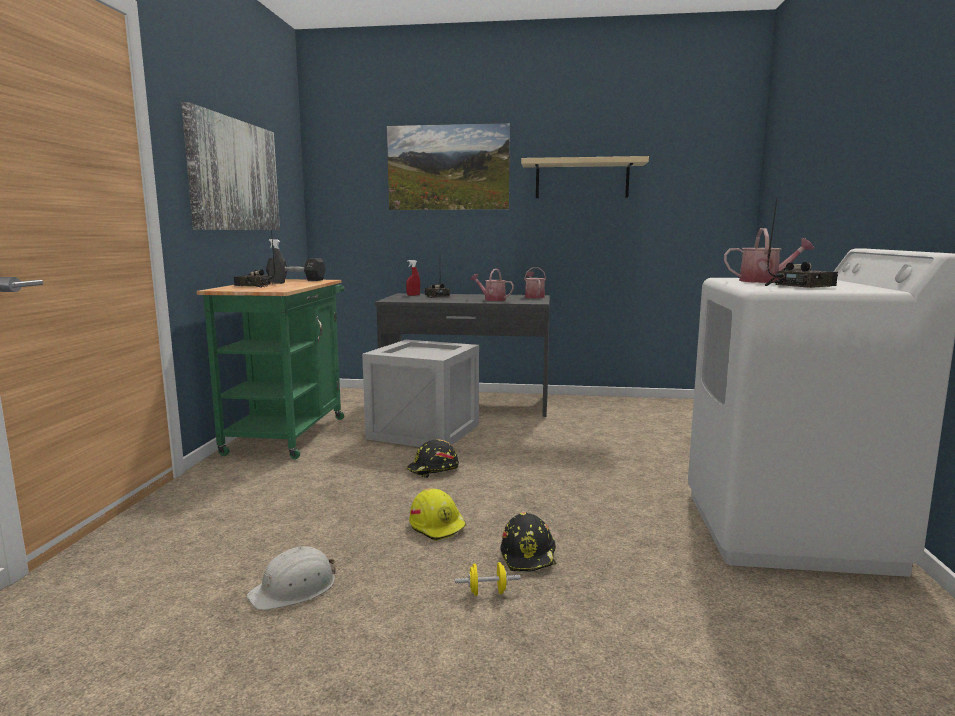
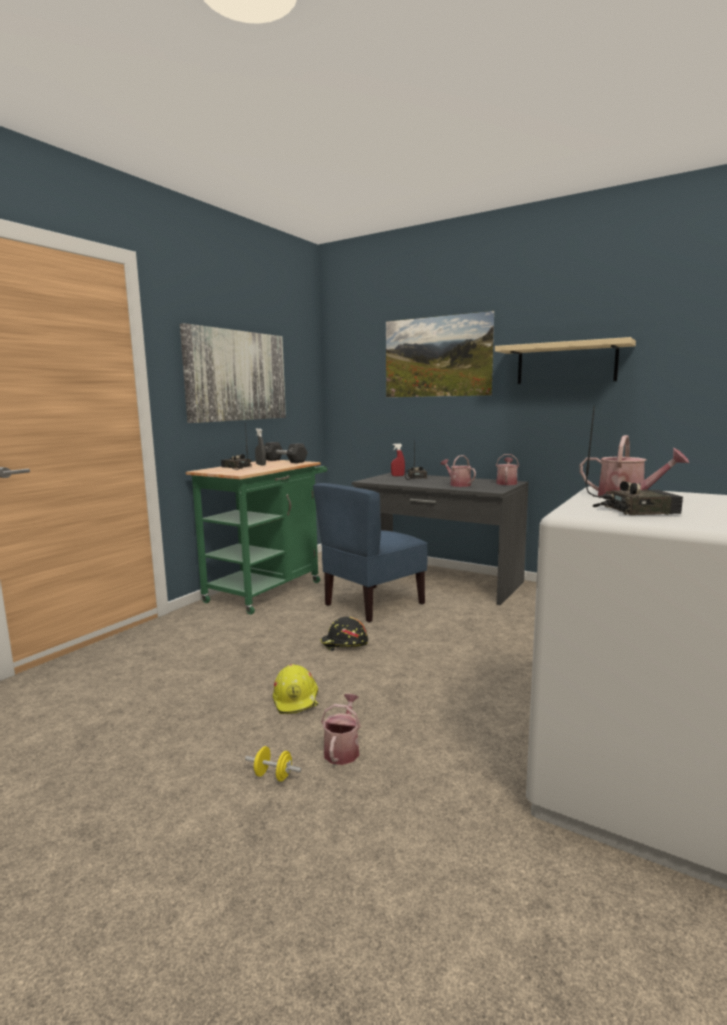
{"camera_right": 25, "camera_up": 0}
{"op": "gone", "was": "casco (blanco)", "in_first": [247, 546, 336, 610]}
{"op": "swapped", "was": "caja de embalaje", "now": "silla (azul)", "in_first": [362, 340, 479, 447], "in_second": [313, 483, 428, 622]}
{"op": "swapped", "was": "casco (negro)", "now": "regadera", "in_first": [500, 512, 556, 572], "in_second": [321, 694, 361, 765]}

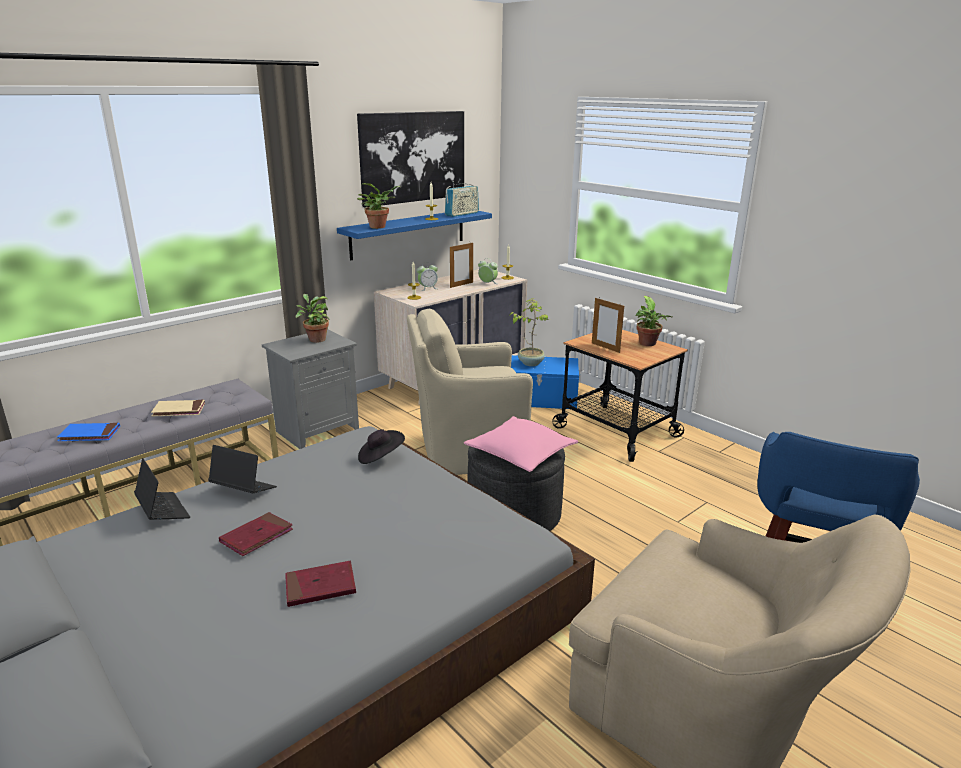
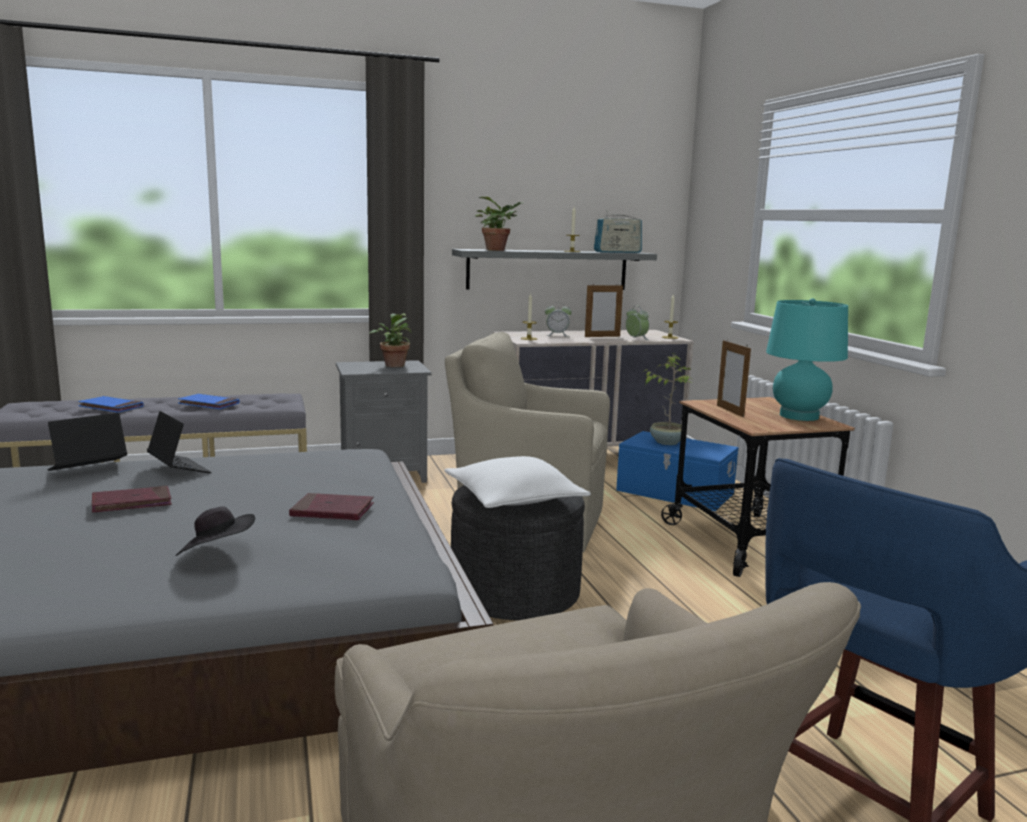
{"camera_right": 25, "camera_up": -10}
{"op": "rotated", "was": "portátil", "in_first": [134, 458, 190, 520], "in_second": [47, 413, 127, 471], "clockwise": -120}
{"op": "repainted", "was": "libro (beis)", "now": "libro (azul)", "in_first": [151, 399, 205, 416], "in_second": [178, 394, 239, 409]}
{"op": "shifted", "was": "libro (rojo)", "in_first": [285, 561, 356, 607], "in_second": [289, 493, 374, 520]}
{"op": "repainted", "was": "estante (azul)", "now": "estante (gris)", "in_first": [337, 211, 492, 260], "in_second": [452, 249, 657, 290]}
{"op": "gone", "was": "cuadro", "in_first": [357, 111, 464, 207]}
{"op": "shifted", "was": "sombrero (negro)", "in_first": [358, 429, 405, 464], "in_second": [175, 506, 255, 556]}
{"op": "repainted", "was": "cojín (rosa)", "now": "cojín (blanco)", "in_first": [464, 416, 578, 472], "in_second": [444, 456, 591, 508]}
{"op": "swapped", "was": "planta en maceta", "now": "lámpara de mesa (turquesa)", "in_first": [636, 296, 673, 346], "in_second": [766, 298, 848, 421]}

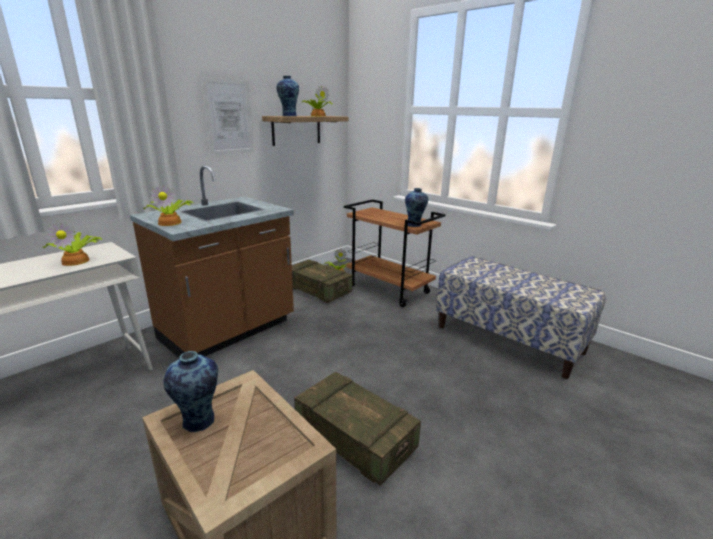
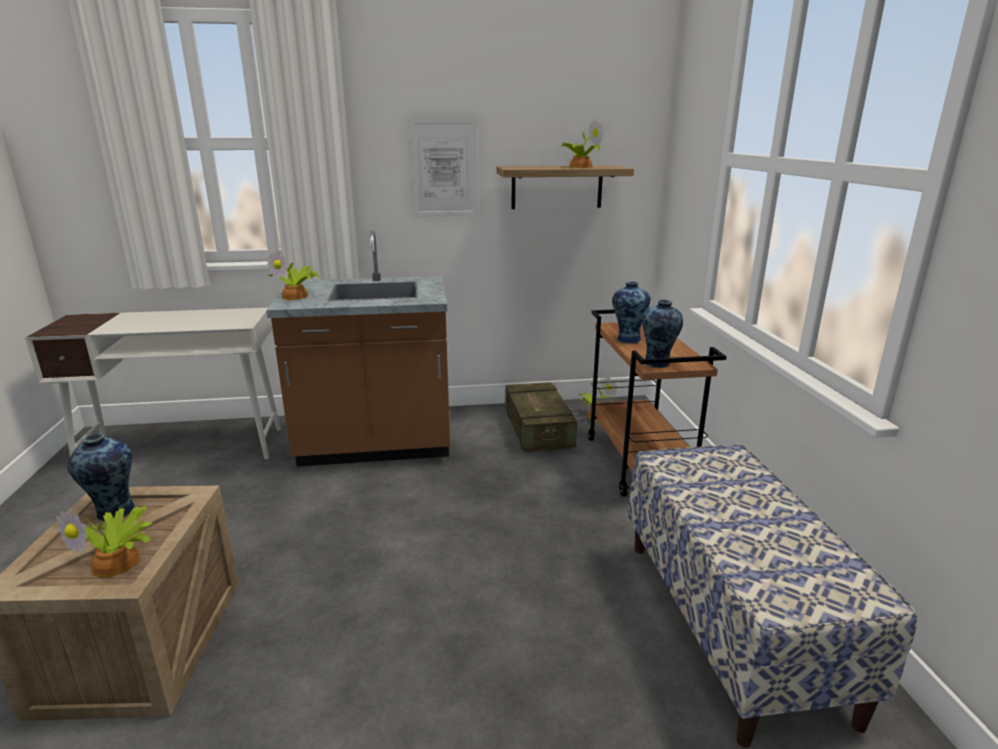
{"camera_right": 40, "camera_up": 0}
{"op": "shifted", "was": "planta en maceta", "in_first": [43, 221, 103, 266], "in_second": [56, 506, 152, 578]}
{"op": "shifted", "was": "florero", "in_first": [277, 76, 299, 116], "in_second": [612, 282, 651, 344]}
{"op": "gone", "was": "caja de embalaje", "in_first": [294, 371, 421, 486]}

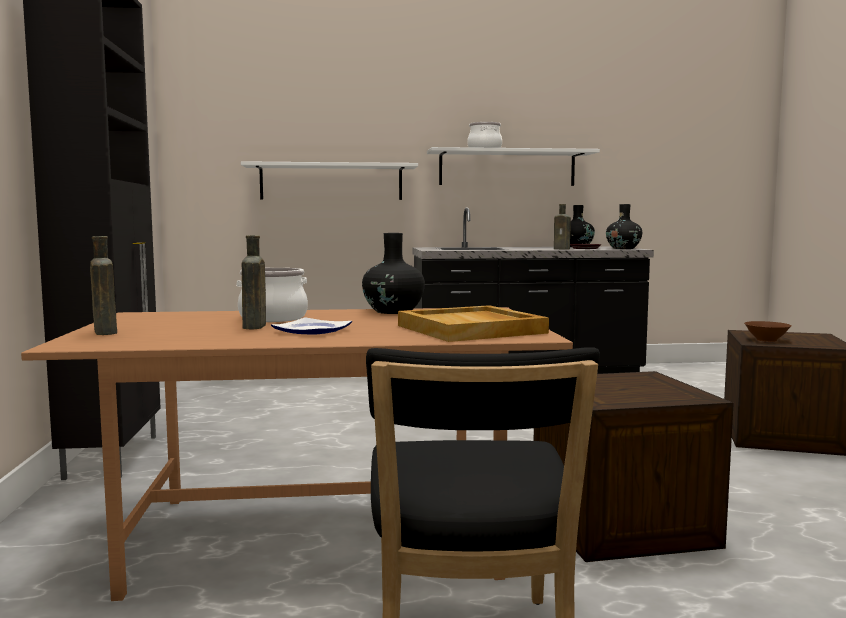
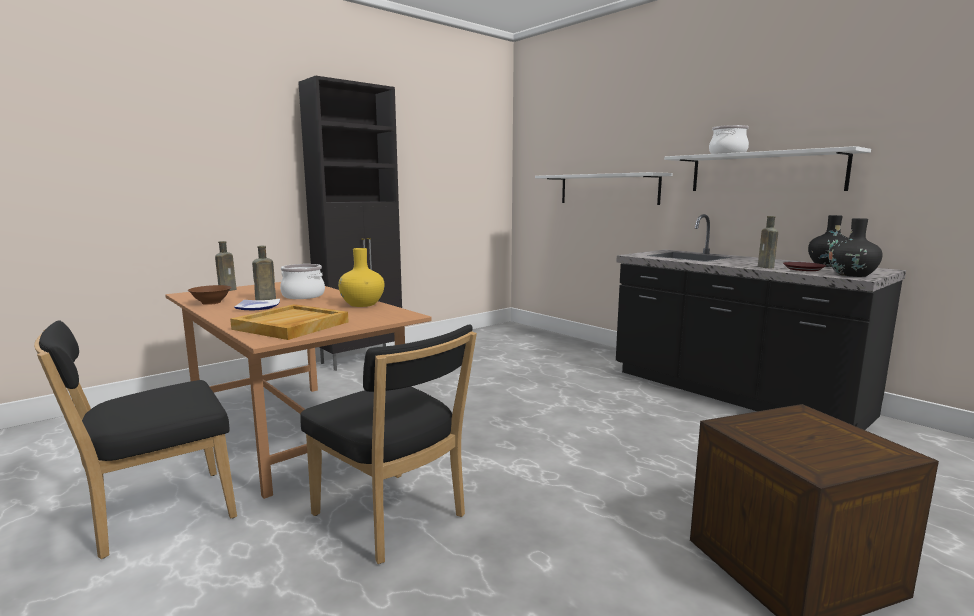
{"camera_right": 55, "camera_up": 5}
{"op": "repainted", "was": "florero (negro)", "now": "florero (amarillo)", "in_first": [362, 233, 425, 314], "in_second": [338, 248, 384, 307]}
{"op": "swapped", "was": "caja de embalaje", "now": "silla (negro)", "in_first": [534, 371, 734, 562], "in_second": [300, 325, 477, 564]}
{"op": "shifted", "was": "cuenco (marrón)", "in_first": [744, 321, 791, 342], "in_second": [188, 285, 231, 305]}

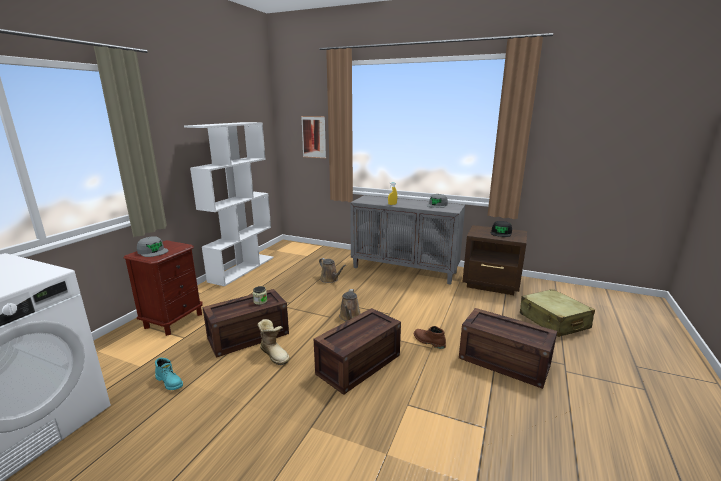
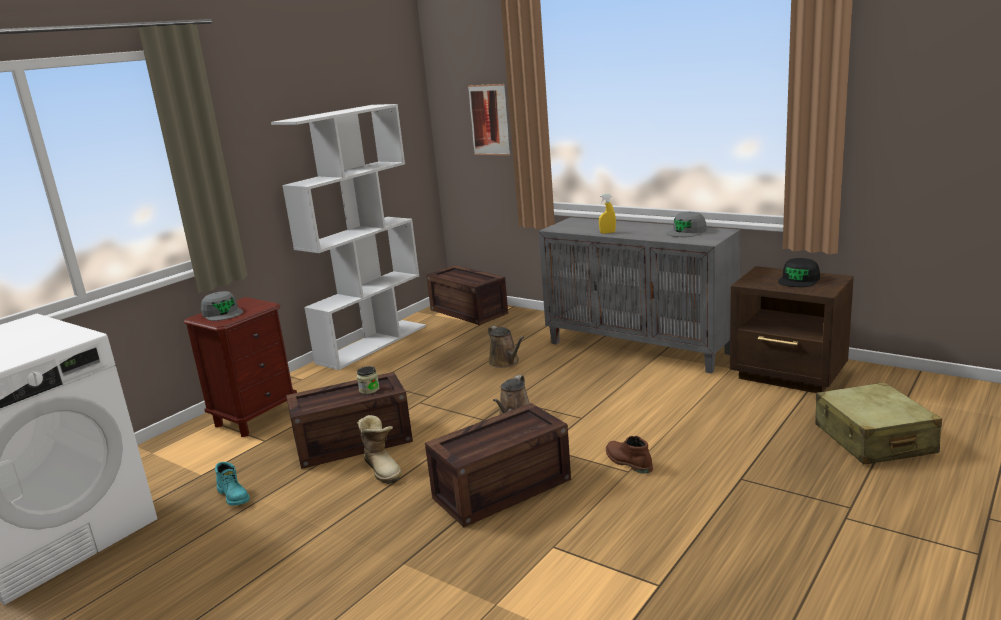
{"camera_right": 15, "camera_up": 0}
{"op": "shifted", "was": "caja de embalaje", "in_first": [459, 308, 557, 389], "in_second": [426, 265, 508, 325]}

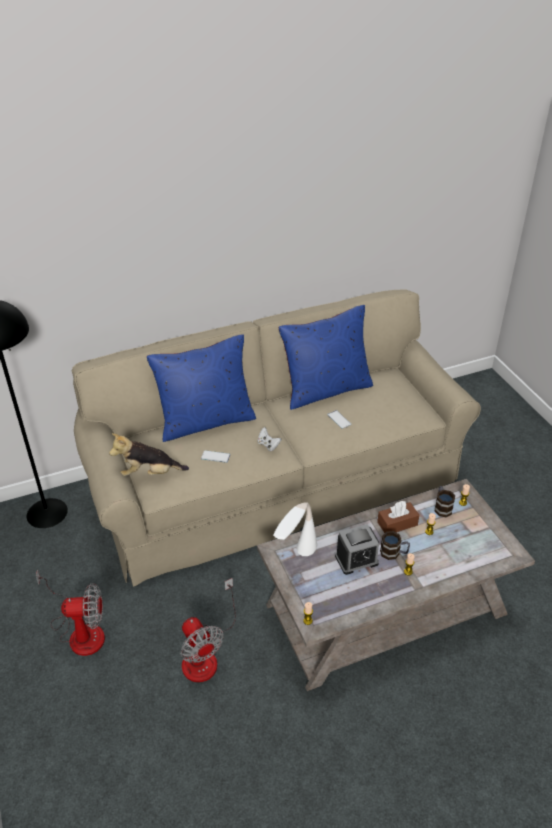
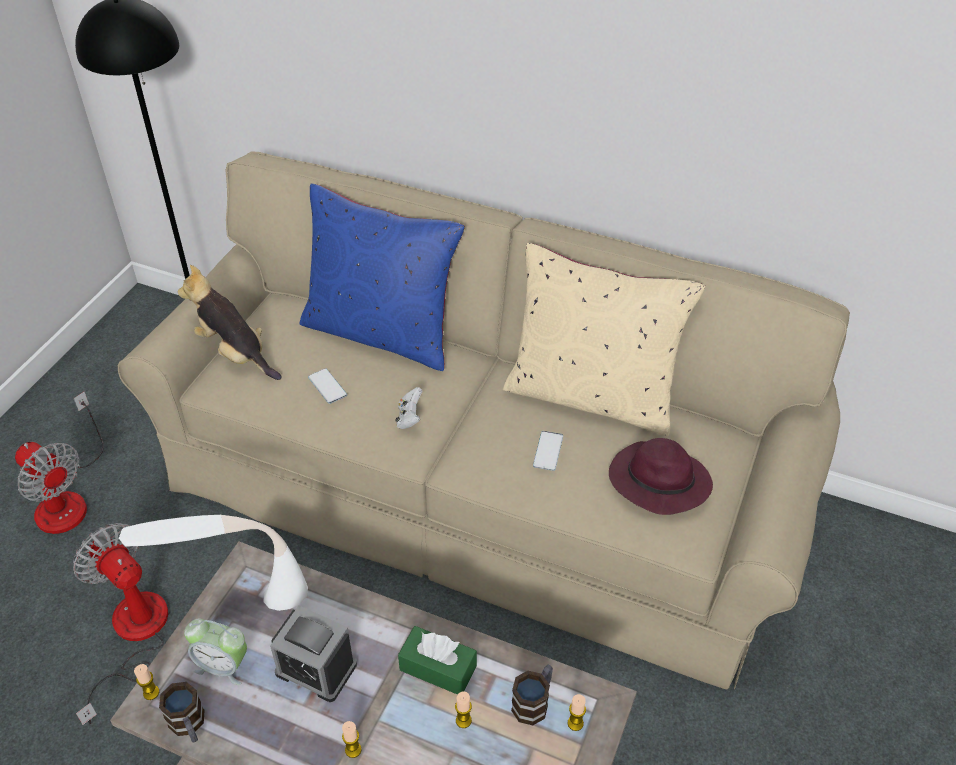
{"camera_right": 45, "camera_up": 5}
{"op": "rotated", "was": "ventilador", "in_first": [180, 578, 236, 682], "in_second": [73, 523, 168, 725], "clockwise": 120}
{"op": "repainted", "was": "cojín (azul)", "now": "cojín (beis)", "in_first": [279, 305, 373, 410], "in_second": [503, 243, 705, 436]}
{"op": "repainted", "was": "caja de pañuelos (marrón)", "now": "caja de pañuelos (verde)", "in_first": [377, 501, 419, 533], "in_second": [398, 626, 477, 695]}
{"op": "shifted", "was": "taza grande", "in_first": [380, 531, 410, 560], "in_second": [159, 682, 204, 743]}
{"op": "new", "now": "despertador", "in_second": [184, 618, 247, 685]}
{"op": "new", "now": "sombrero (morado)", "in_second": [609, 438, 713, 515]}

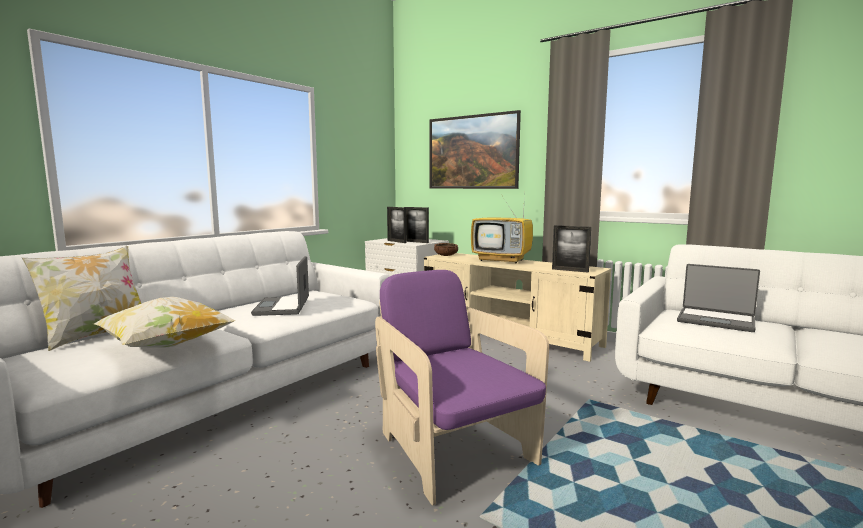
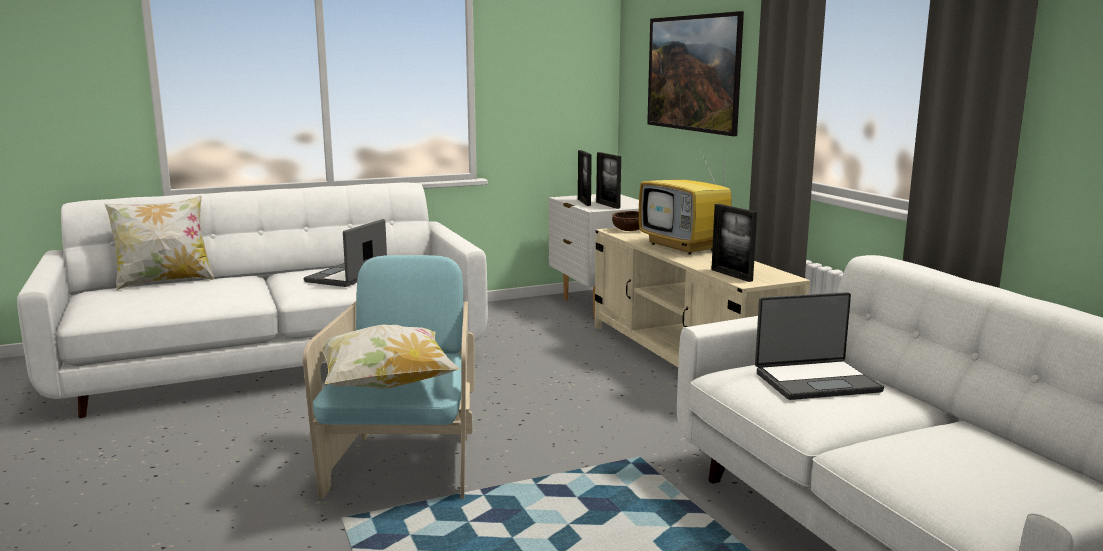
{"camera_right": 30, "camera_up": 5}
{"op": "shifted", "was": "cojín", "in_first": [94, 297, 235, 347], "in_second": [322, 324, 460, 389]}
{"op": "repainted", "was": "sillón (morado)", "now": "sillón (turquesa)", "in_first": [375, 270, 549, 506], "in_second": [303, 255, 474, 499]}
{"op": "rotated", "was": "portátil", "in_first": [677, 264, 760, 332], "in_second": [755, 292, 884, 400], "clockwise": -75}

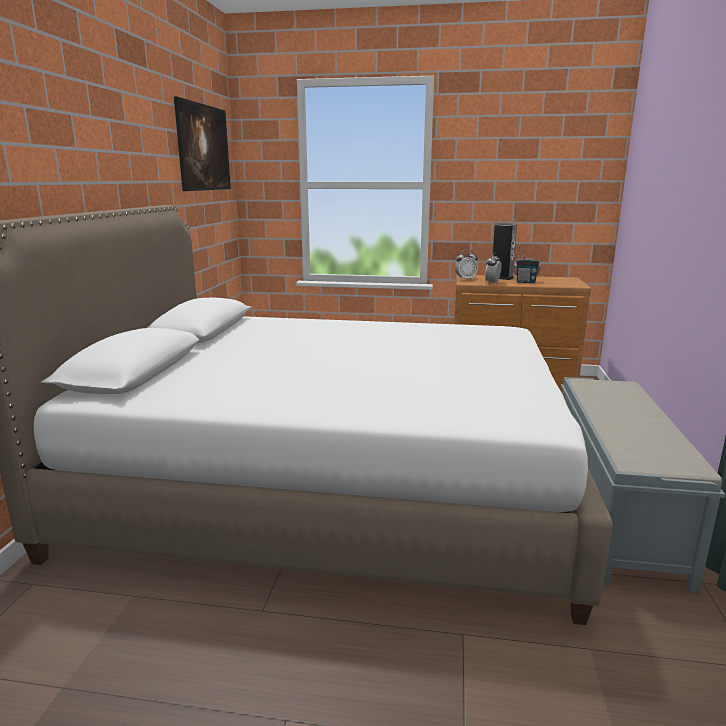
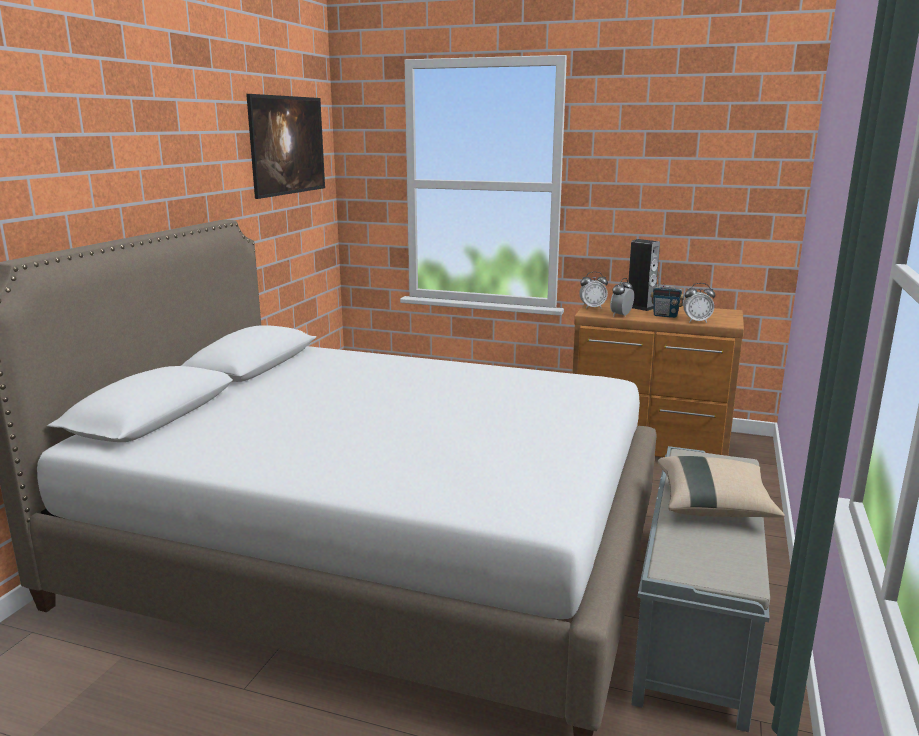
{"camera_right": 10, "camera_up": 0}
{"op": "new", "now": "cojín (beis)", "in_second": [658, 456, 785, 518]}
{"op": "new", "now": "despertador", "in_second": [683, 283, 715, 323]}

